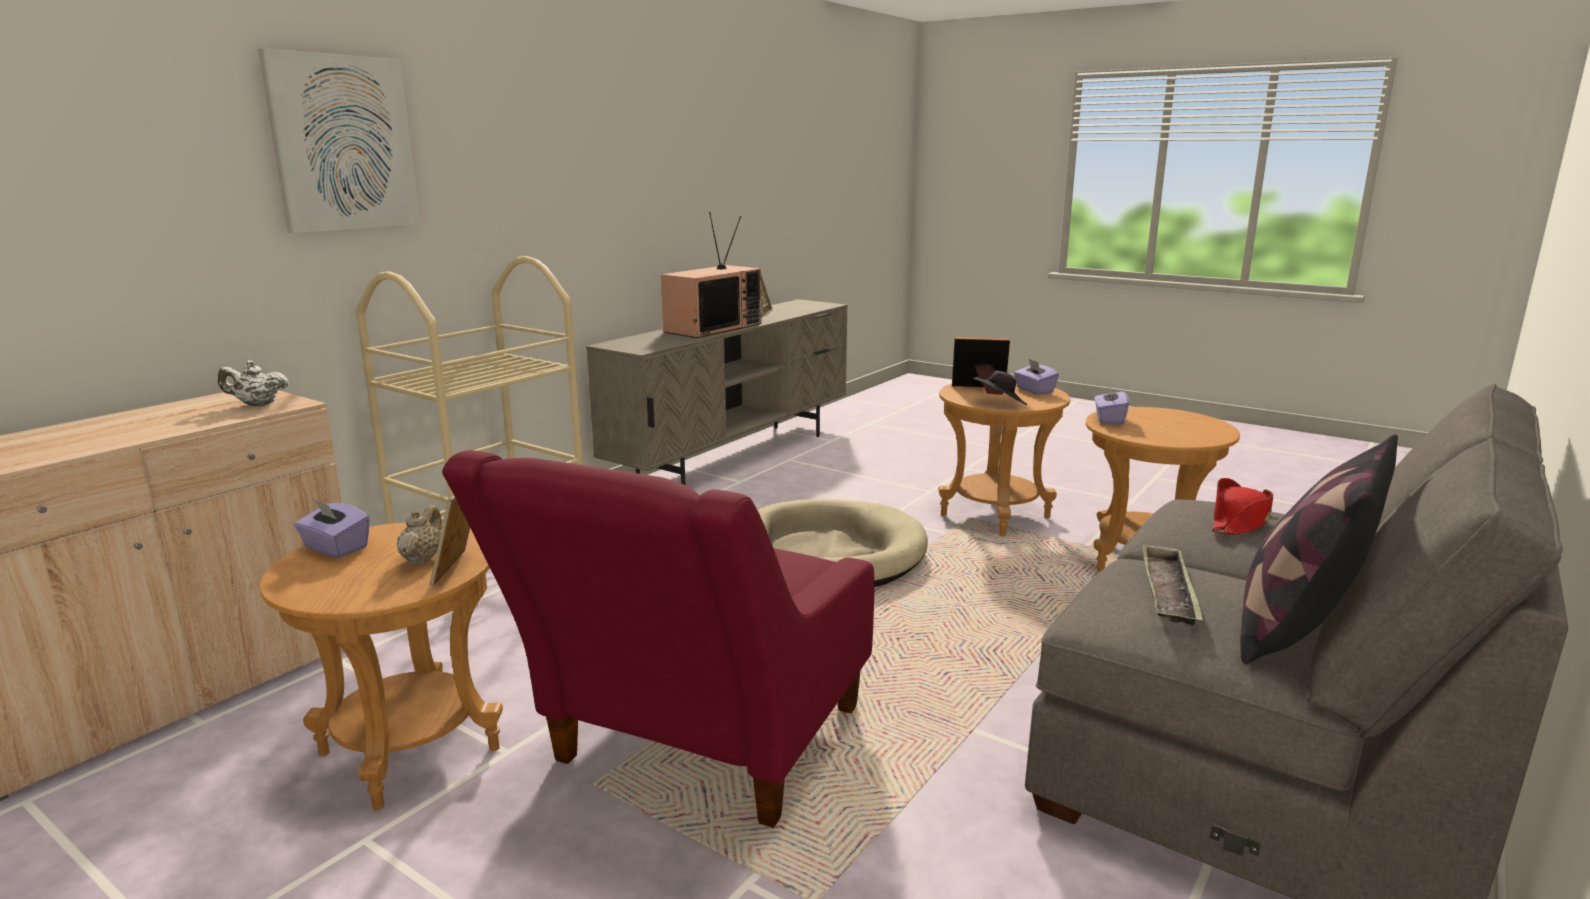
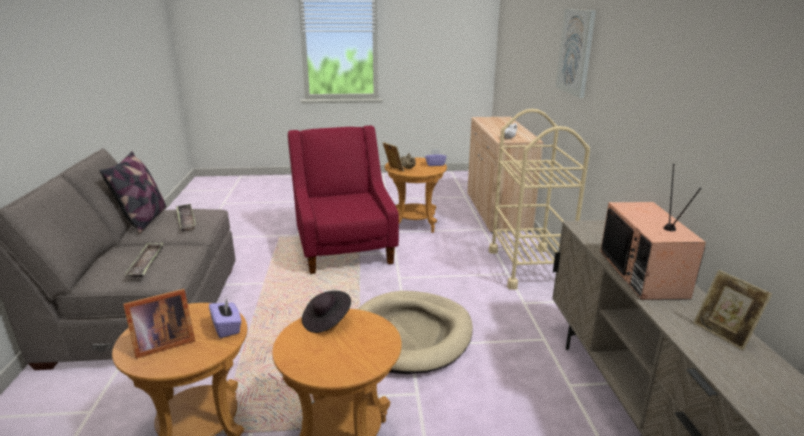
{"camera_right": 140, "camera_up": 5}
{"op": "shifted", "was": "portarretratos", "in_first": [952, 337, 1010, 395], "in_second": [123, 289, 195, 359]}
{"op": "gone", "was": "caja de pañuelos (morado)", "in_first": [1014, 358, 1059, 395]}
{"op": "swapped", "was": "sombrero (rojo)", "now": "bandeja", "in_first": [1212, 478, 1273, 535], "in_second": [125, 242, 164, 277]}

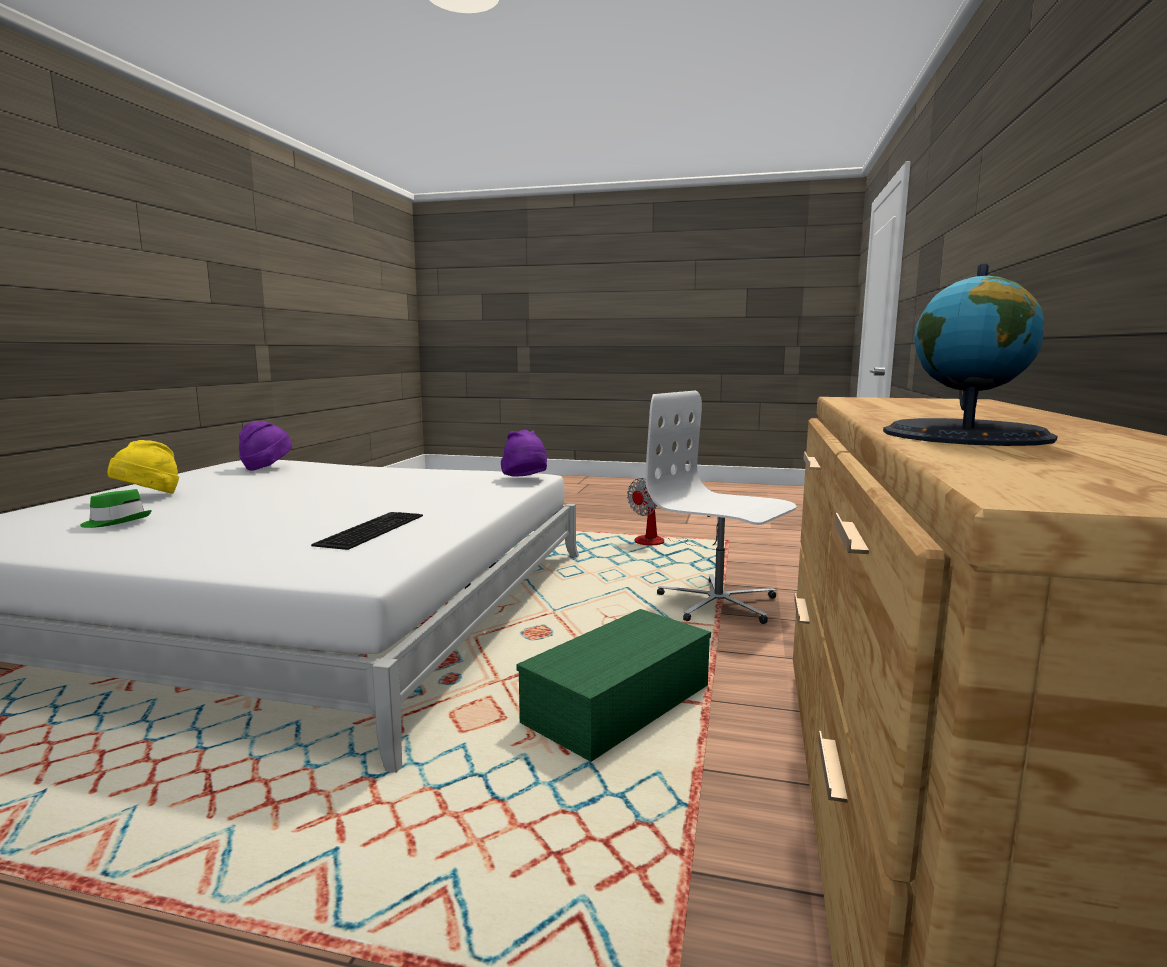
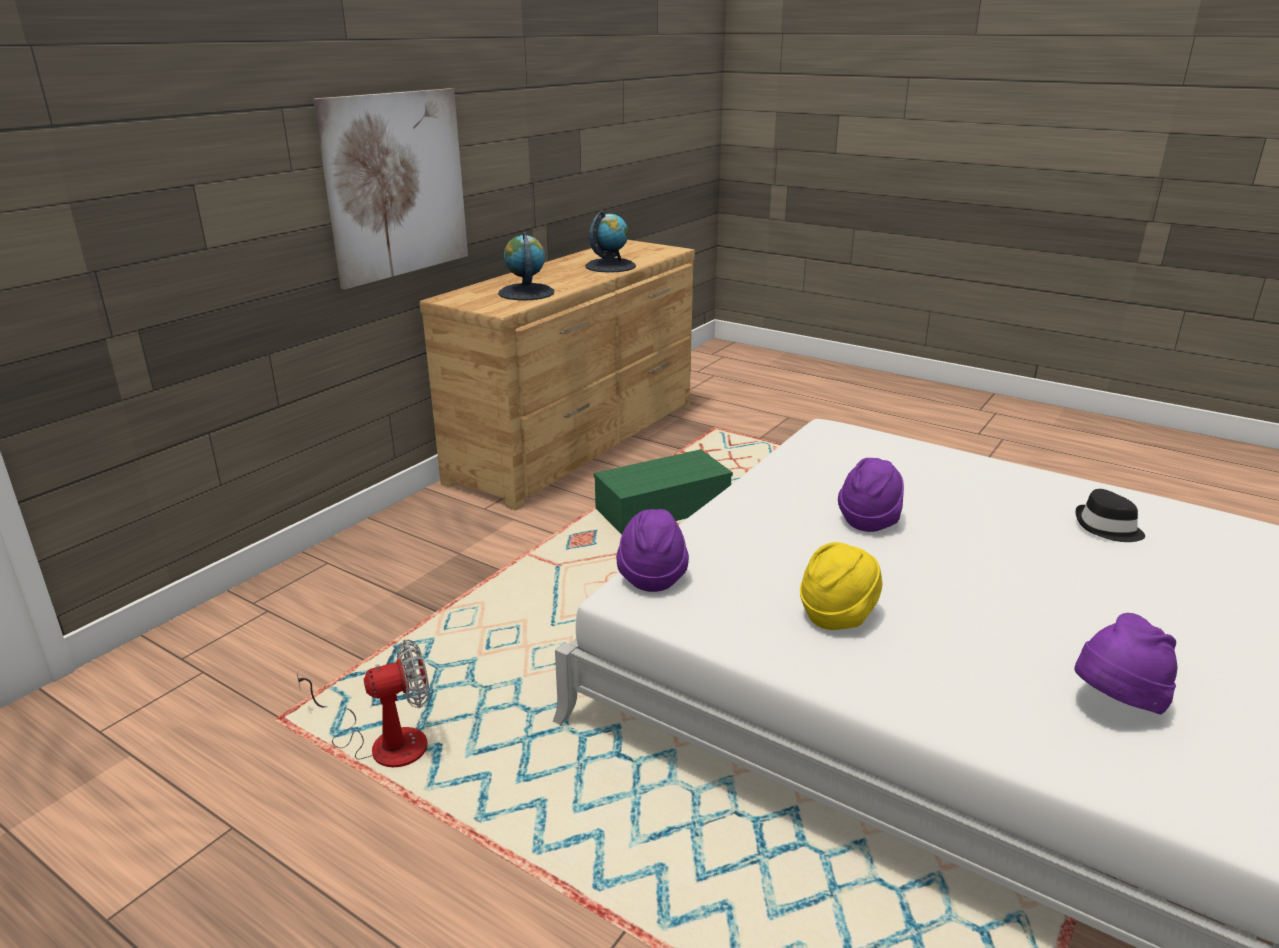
{"camera_right": -160, "camera_up": 15}
{"op": "repainted", "was": "sombrero (verde)", "now": "sombrero (negro)", "in_first": [80, 489, 152, 528], "in_second": [1075, 489, 1145, 542]}
{"op": "shifted", "was": "sombrero (amarillo)", "in_first": [107, 440, 179, 494], "in_second": [800, 542, 882, 630]}
{"op": "gone", "was": "teclado", "in_first": [311, 512, 423, 550]}
{"op": "gone", "was": "silla de oficina (blanco)", "in_first": [645, 391, 796, 624]}
{"op": "new", "now": "cuadro", "in_second": [313, 88, 468, 289]}
{"op": "new", "now": "globo terráqueo", "in_second": [498, 232, 554, 301]}
{"op": "new", "now": "sombrero (morado)", "in_second": [838, 458, 904, 532]}

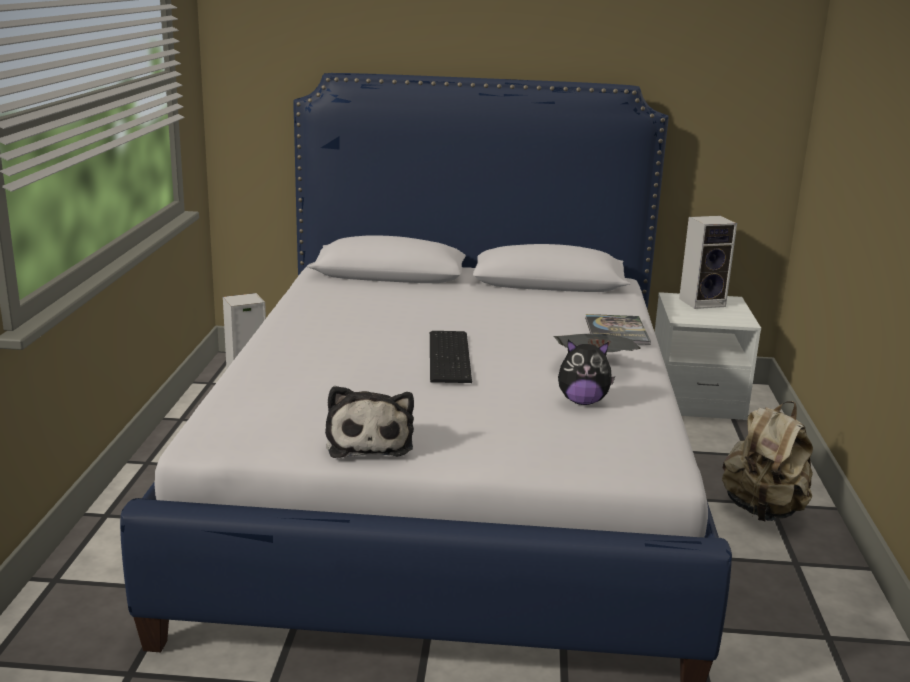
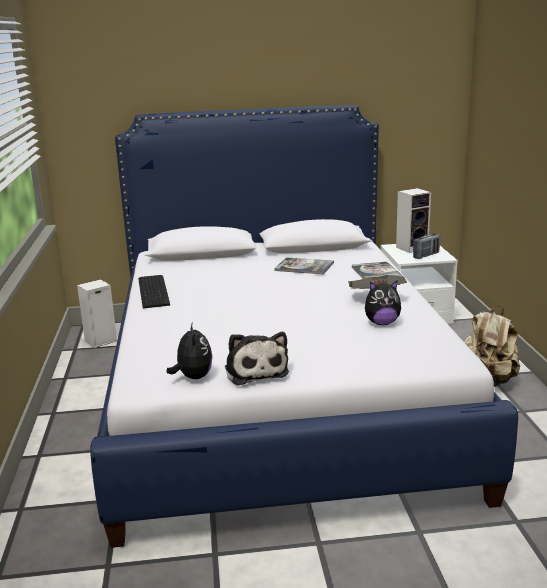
{"camera_right": -10, "camera_up": 0}
{"op": "shifted", "was": "teclado", "in_first": [430, 331, 472, 383], "in_second": [138, 275, 170, 308]}
{"op": "new", "now": "peluche", "in_second": [167, 322, 213, 379]}
{"op": "new", "now": "libro", "in_second": [274, 257, 334, 274]}
{"op": "new", "now": "radio", "in_second": [413, 233, 440, 259]}

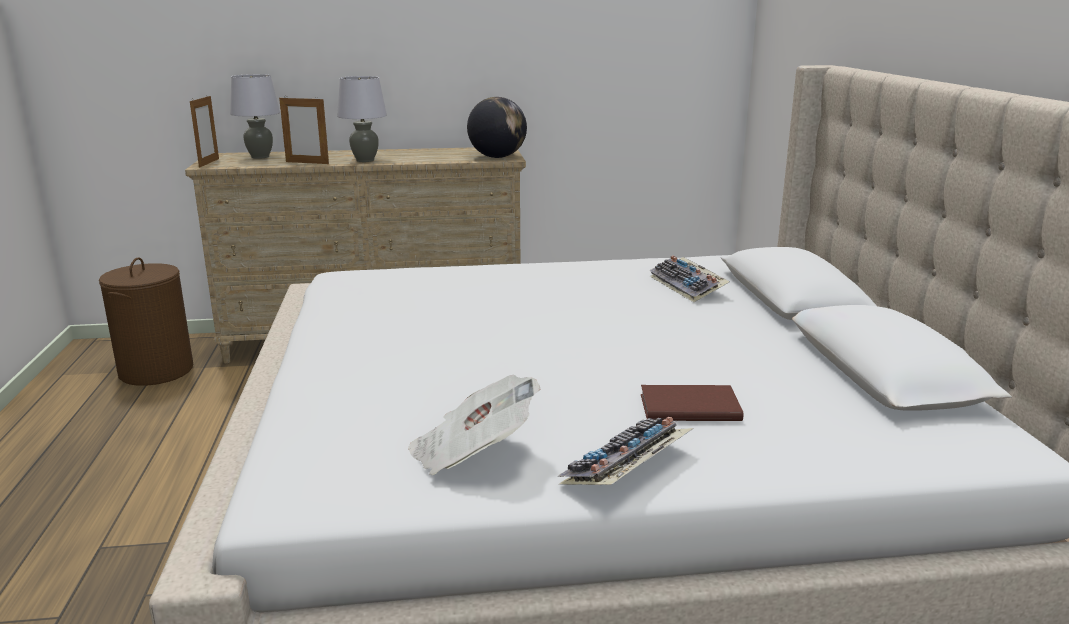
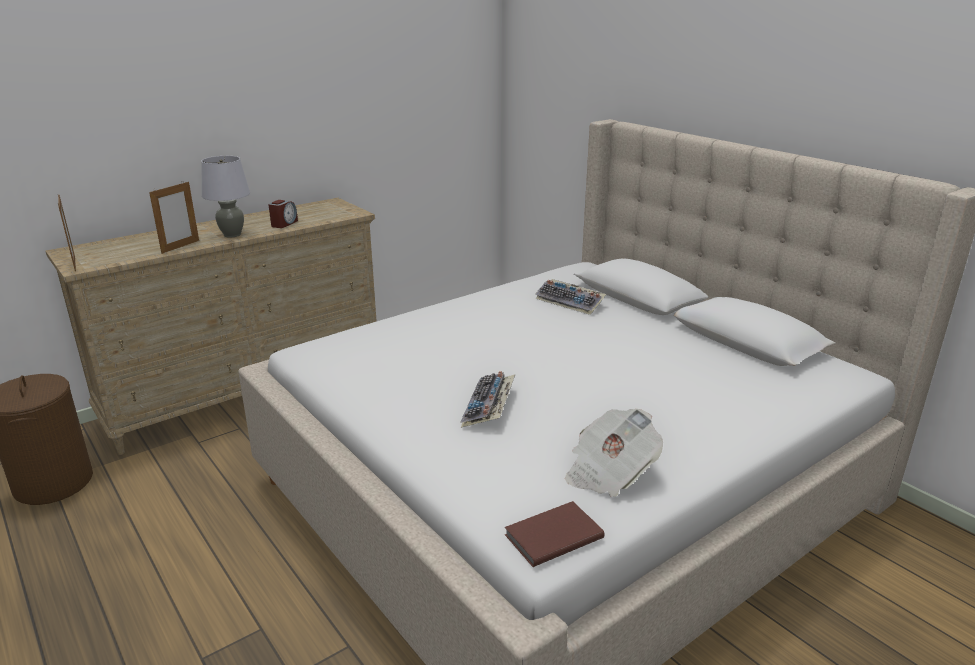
{"camera_right": -30, "camera_up": 5}
{"op": "gone", "was": "lámpara de mesa (gris)", "in_first": [230, 74, 280, 159]}
{"op": "rotated", "was": "portarretratos", "in_first": [279, 98, 329, 164], "in_second": [149, 182, 199, 254], "clockwise": -45}
{"op": "gone", "was": "globo terráqueo", "in_first": [467, 97, 527, 158]}
{"op": "shifted", "was": "teclado", "in_first": [557, 417, 694, 485], "in_second": [460, 371, 516, 428]}
{"op": "shifted", "was": "libro (marrón)", "in_first": [641, 385, 743, 421], "in_second": [505, 501, 604, 567]}
{"op": "new", "now": "despertador", "in_second": [268, 200, 298, 228]}

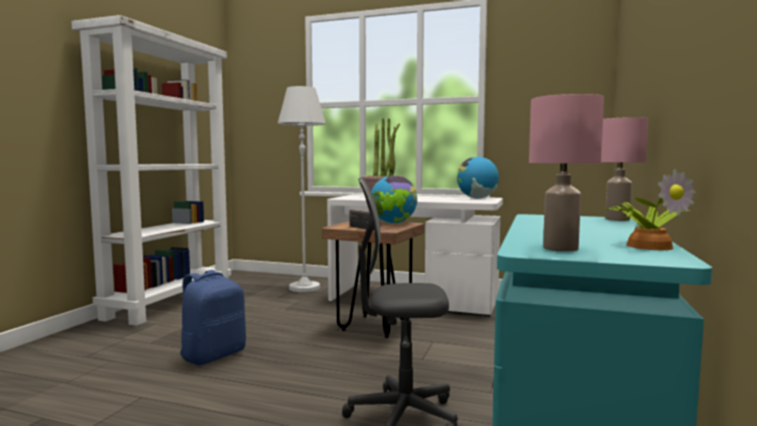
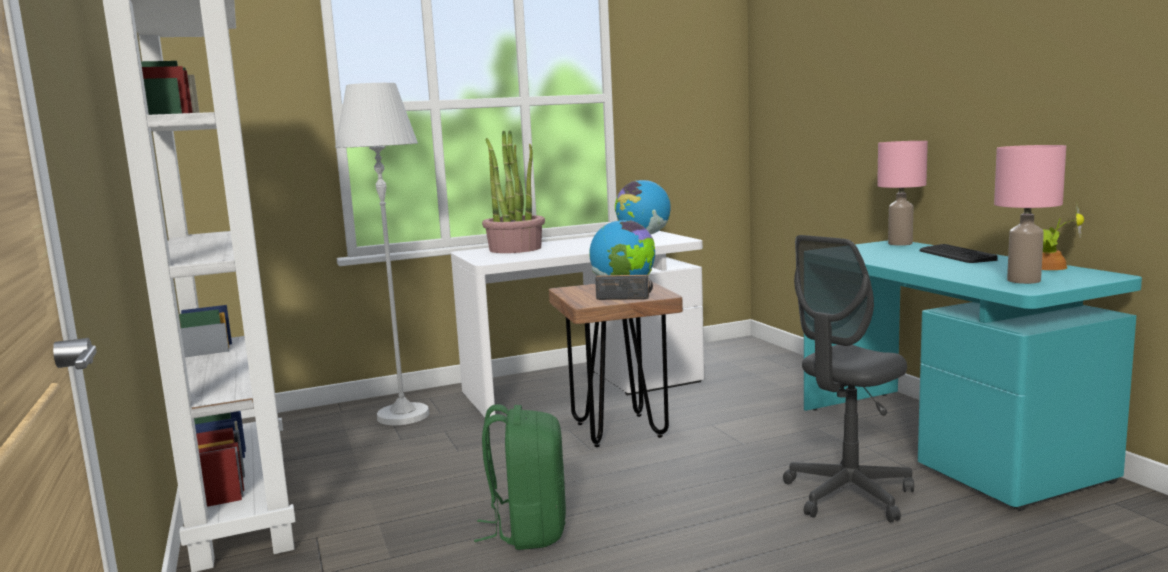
{"camera_right": -40, "camera_up": 5}
{"op": "repainted", "was": "mochila (azul)", "now": "mochila (verde)", "in_first": [180, 270, 246, 365], "in_second": [474, 404, 566, 550]}
{"op": "new", "now": "teclado", "in_second": [920, 244, 998, 263]}

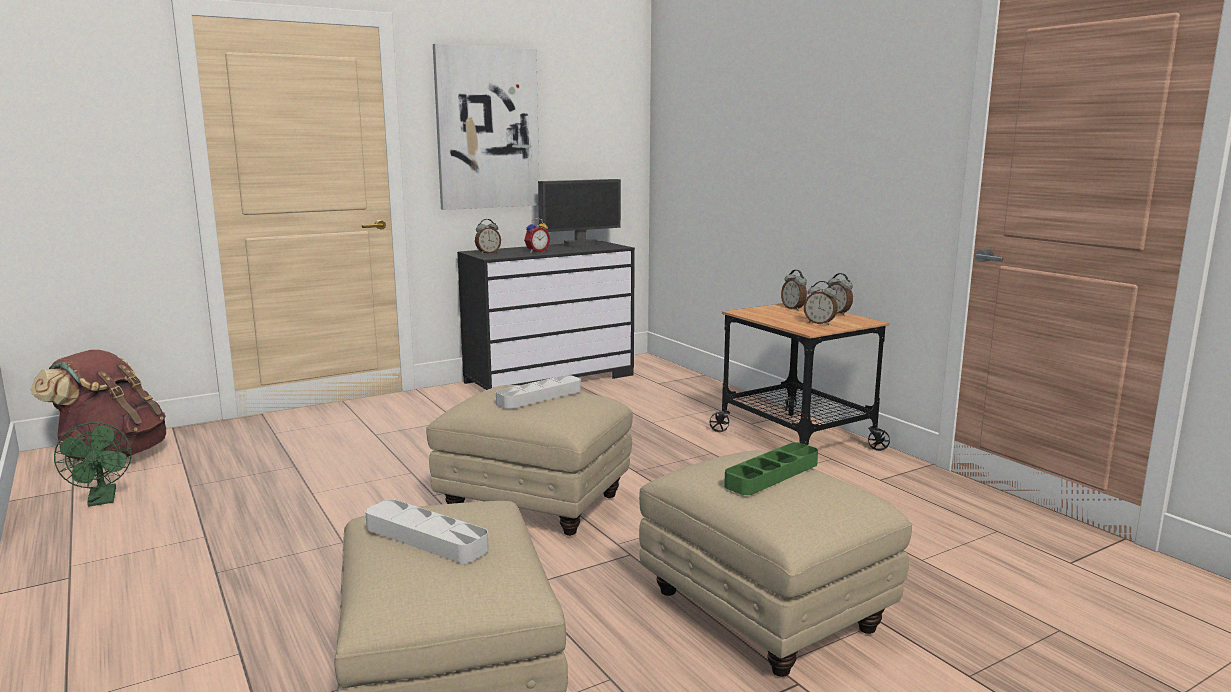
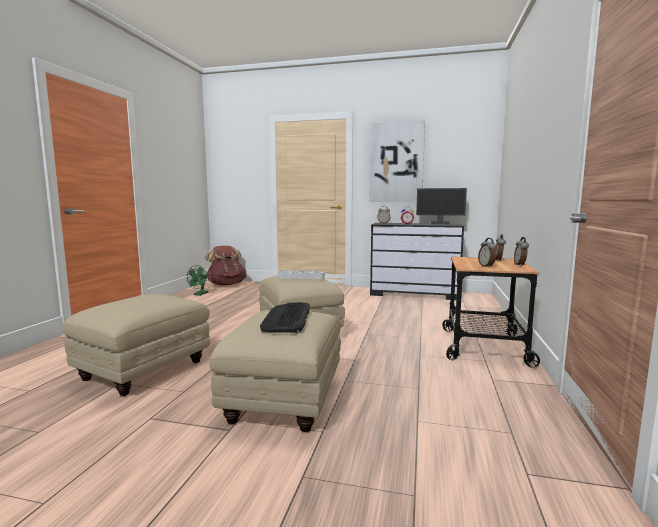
{"camera_right": 45, "camera_up": -5}
{"op": "gone", "was": "bandeja (gris)", "in_first": [365, 499, 489, 563]}
{"op": "swapped", "was": "bandeja (verde)", "now": "teclado", "in_first": [724, 442, 818, 495], "in_second": [260, 302, 310, 333]}

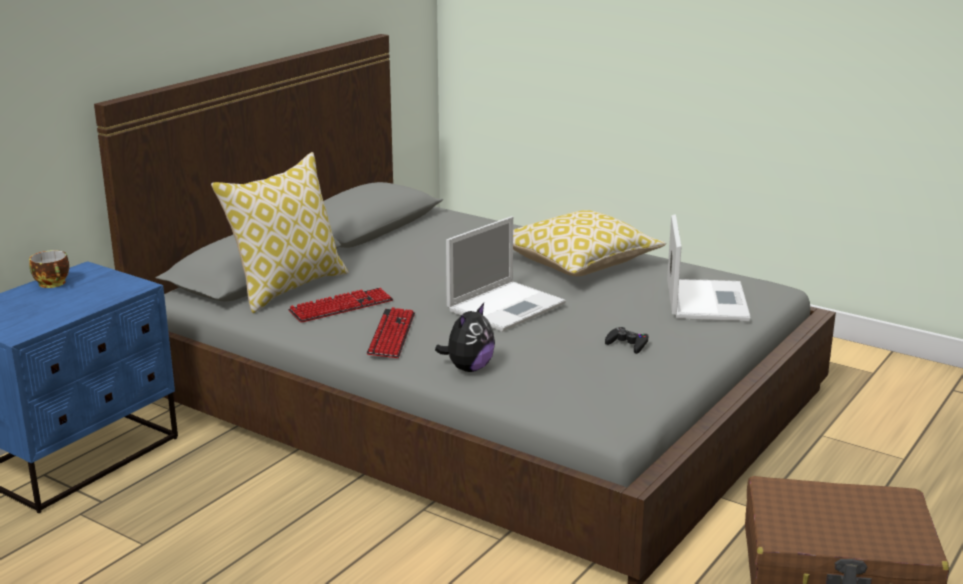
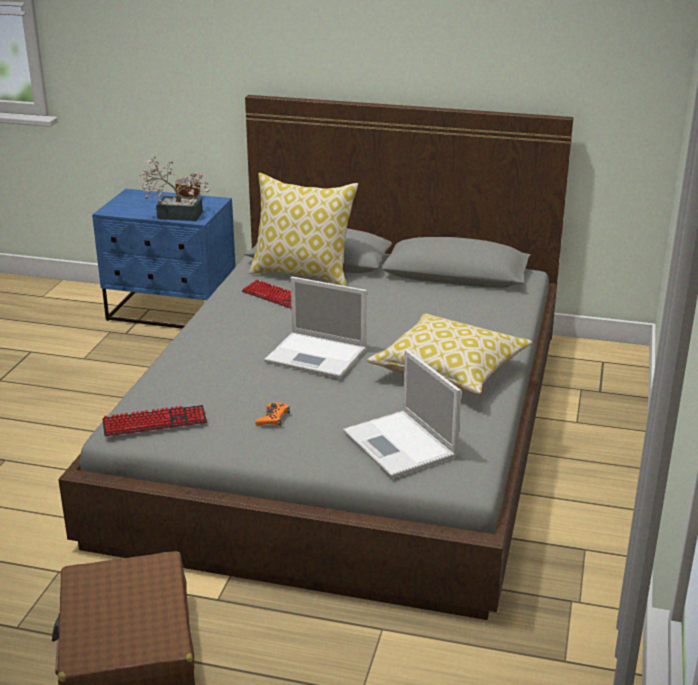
{"camera_right": 70, "camera_up": 5}
{"op": "shifted", "was": "teclado", "in_first": [367, 307, 415, 358], "in_second": [102, 405, 207, 436]}
{"op": "gone", "was": "peluche", "in_first": [435, 303, 495, 372]}
{"op": "repainted", "was": "mando de consola (negro)", "now": "mando de consola (naranja)", "in_first": [605, 327, 648, 354], "in_second": [255, 402, 290, 426]}
{"op": "rotated", "was": "portátil", "in_first": [667, 215, 751, 321], "in_second": [343, 350, 461, 478], "clockwise": 75}
{"op": "new", "now": "planta en maceta", "in_second": [139, 156, 209, 221]}

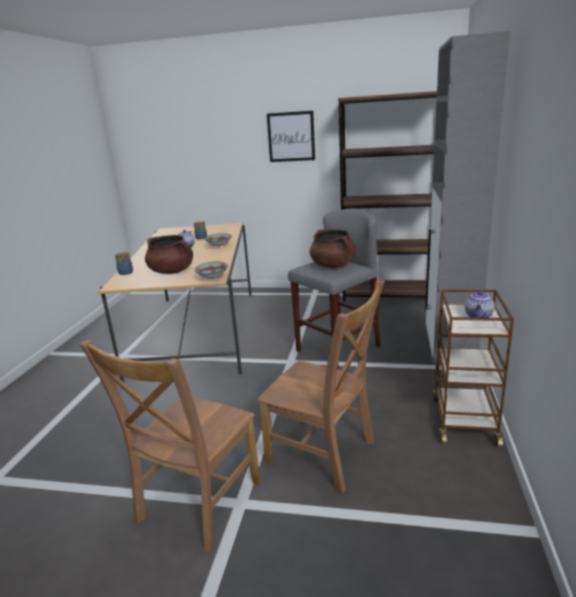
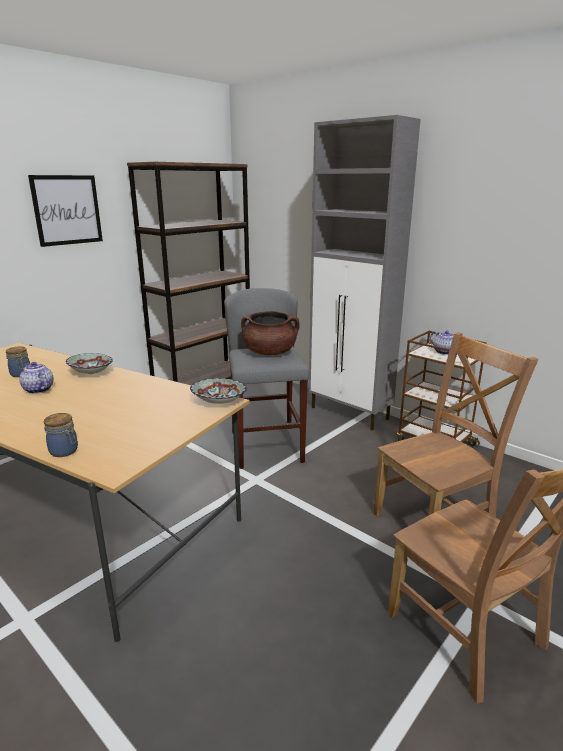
{"camera_right": -60, "camera_up": 0}
{"op": "gone", "was": "olla (marrón)", "in_first": [145, 235, 193, 274]}

